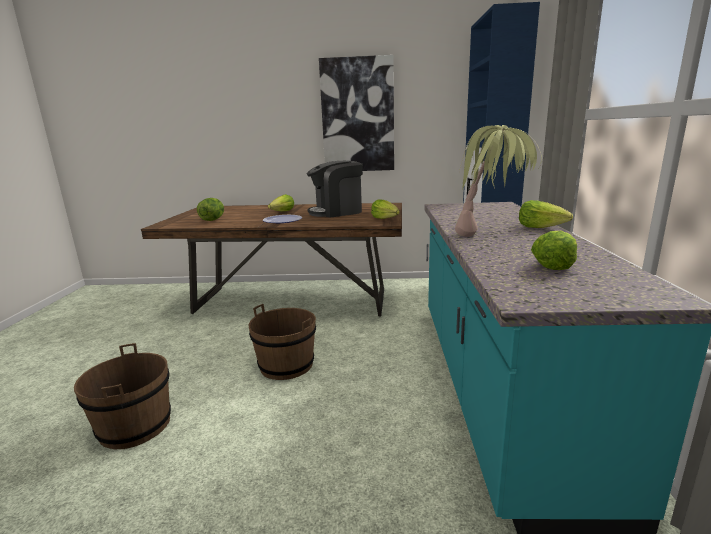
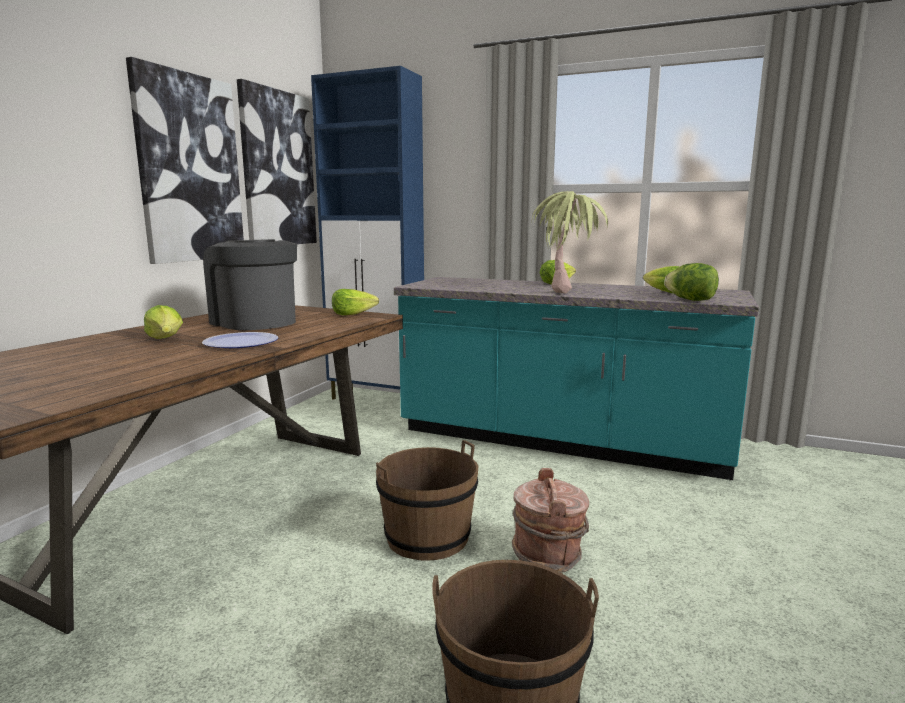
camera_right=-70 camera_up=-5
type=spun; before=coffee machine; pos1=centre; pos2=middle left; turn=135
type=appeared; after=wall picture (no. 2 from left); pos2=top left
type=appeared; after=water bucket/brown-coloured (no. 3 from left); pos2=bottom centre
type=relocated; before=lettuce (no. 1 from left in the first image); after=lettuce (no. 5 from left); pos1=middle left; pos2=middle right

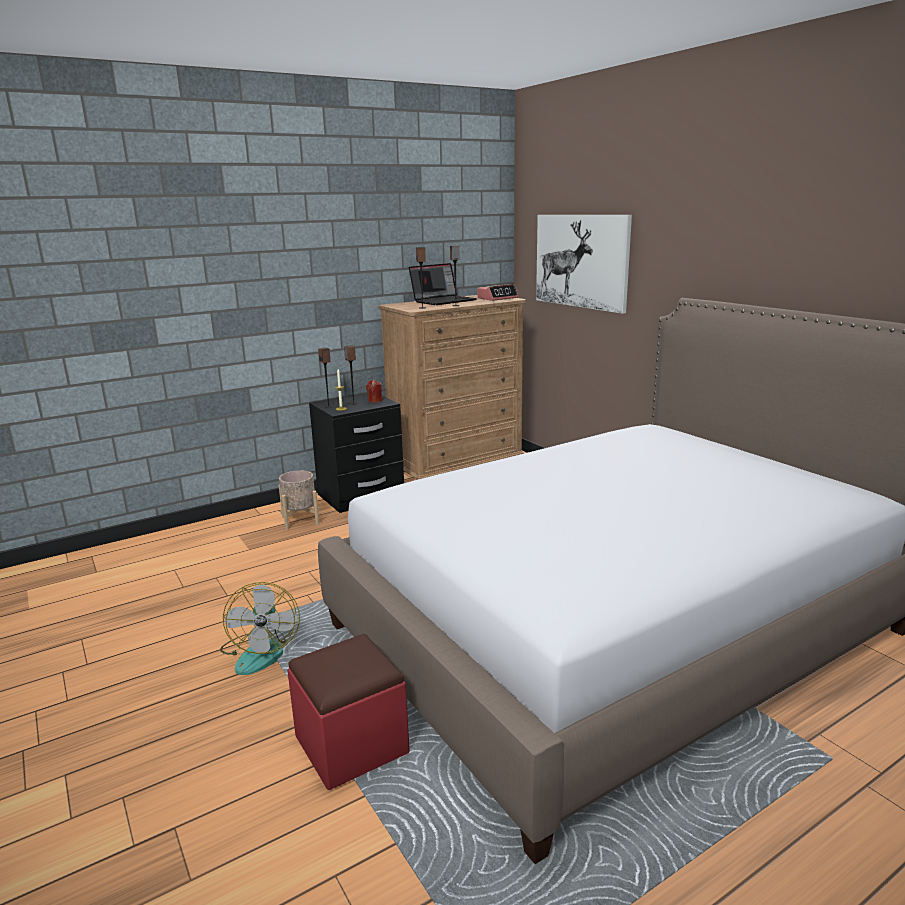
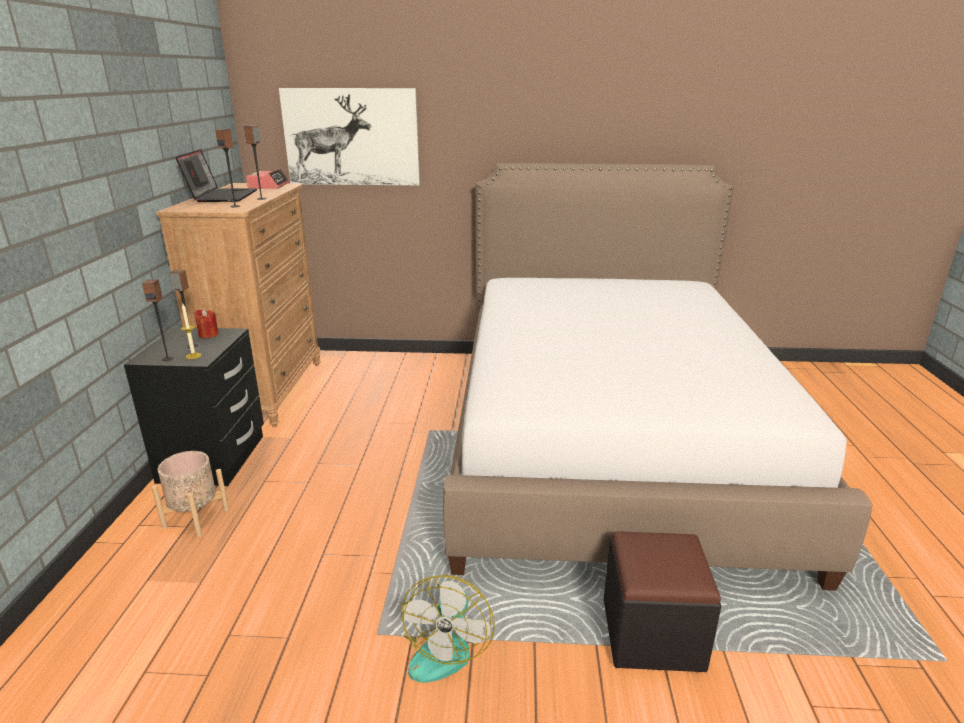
camera_right=-55 camera_up=5
type=spun; before=cooling fan; pos1=bottom left; pos2=bottom centre; turn=75
type=colour; before=footrest/reddish; after=footrest/black; pos1=bottom centre; pos2=bottom right

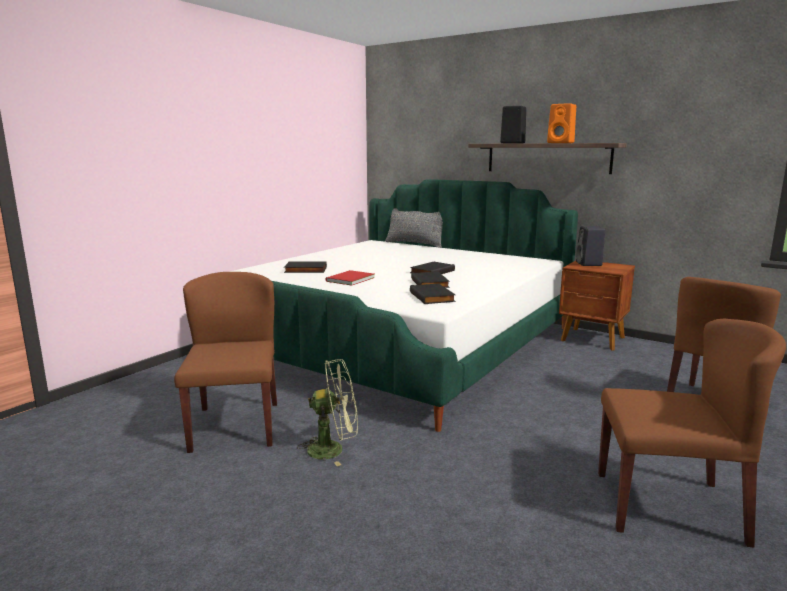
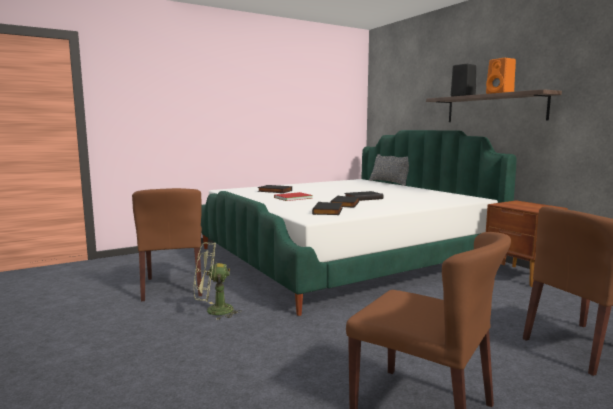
camera_right=25 camera_up=-5
type=spun; before=plain chair/brown-coloured (no. 1 from left); pos1=middle left; pos2=middle left; turn=150
type=spun; before=cooling fan/greenish; pos1=bottom centre; pos2=bottom centre; turn=150
type=missing; before=speaker/black (no. 2 from left); pos1=middle right

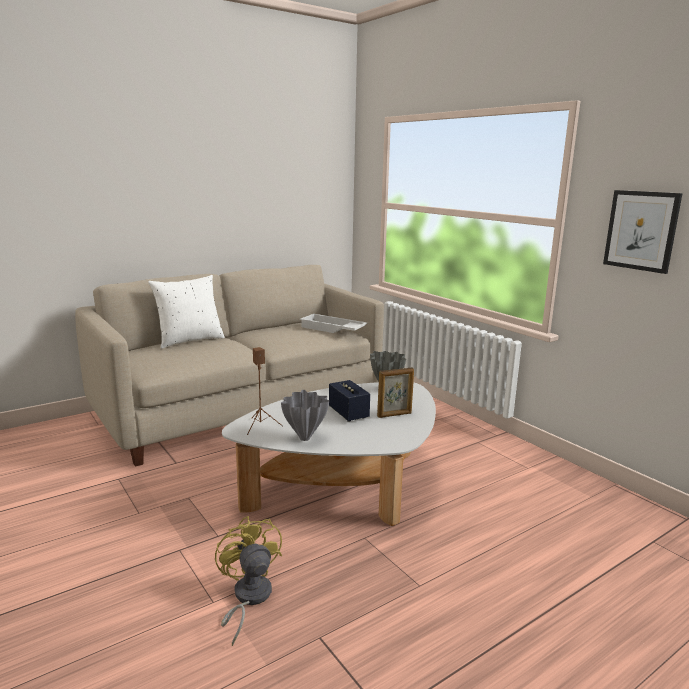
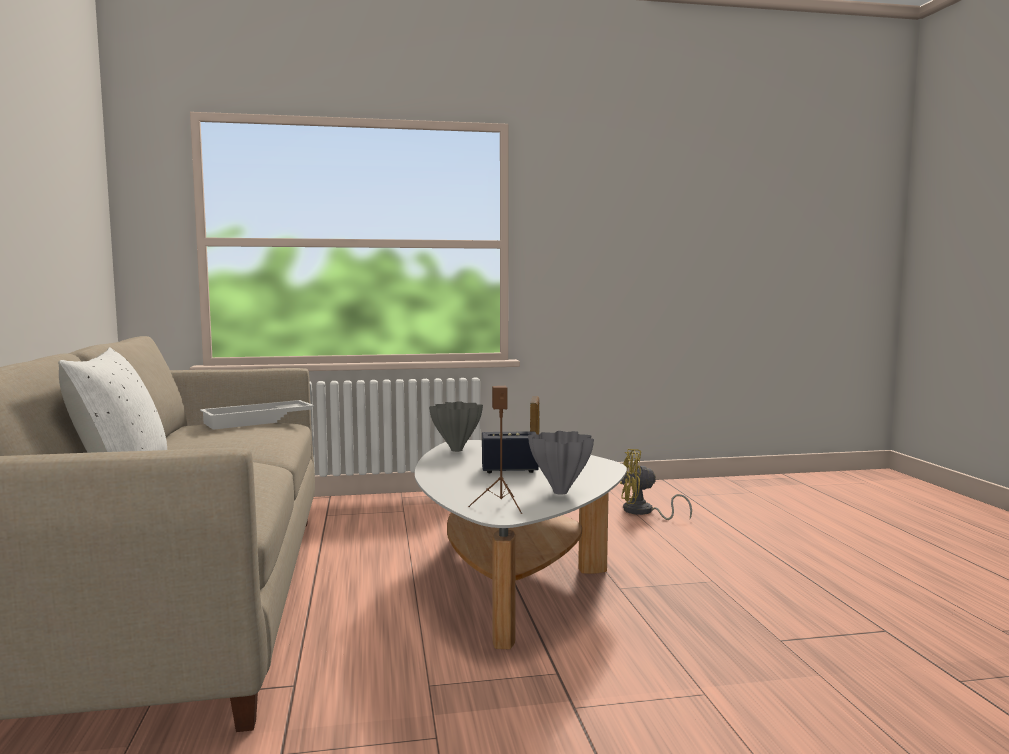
camera_right=-65 camera_up=-10
type=relocated; before=cooling fan/yellow; pos1=bottom centre; pos2=centre
type=missing; before=wall picture; pos1=middle right

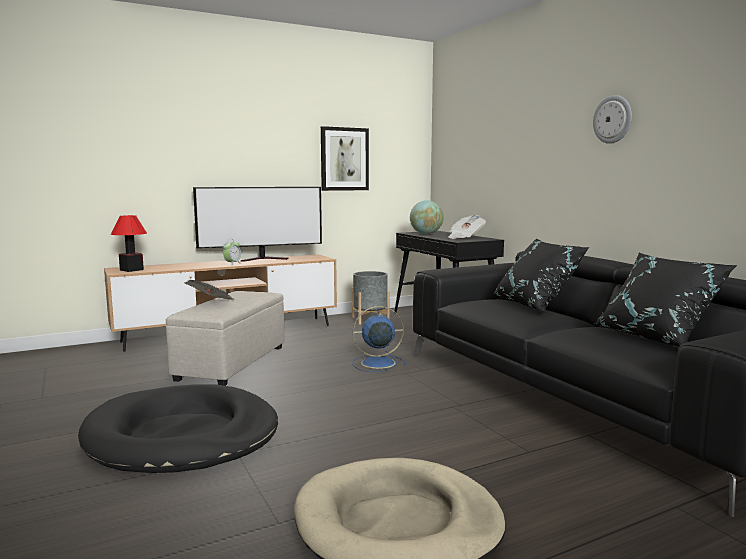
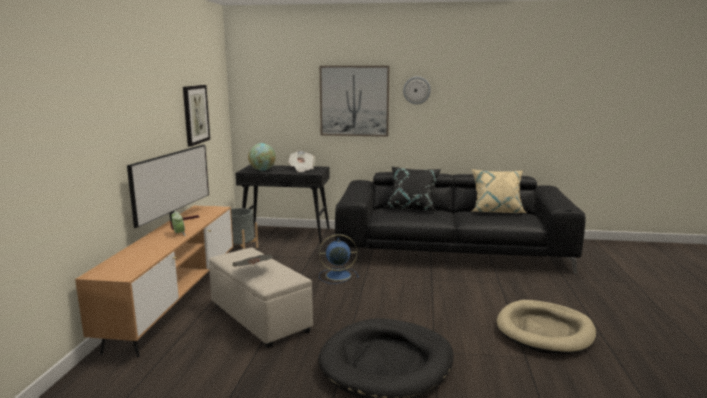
camera_right=-55 camera_up=5
type=spun; before=cooling fan/bluish; pos1=centre; pos2=centre; turn=60
type=appeared; after=wall picture (no. 2 from left); pos2=top centre
type=colour; before=cushion/black (no. 2 from left); after=cushion/sand-coloured; pos1=middle right; pos2=middle right
type=missing; before=lamp for a table; pos1=middle left

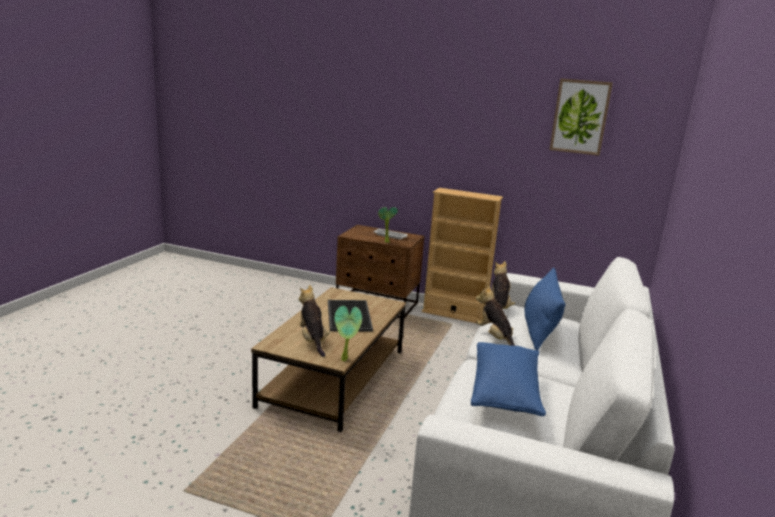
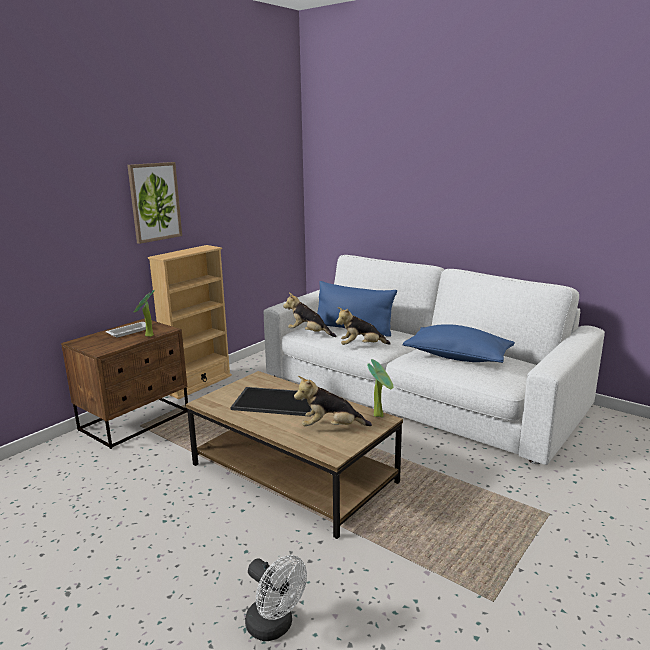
camera_right=-70 camera_up=0
type=relocated; before=wall picture; pos1=top right; pos2=top left
type=appeared; after=cooling fan/white; pos2=bottom centre

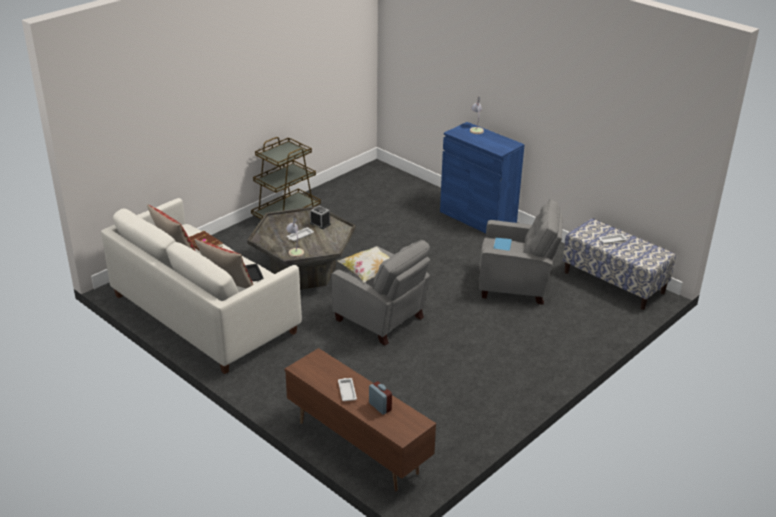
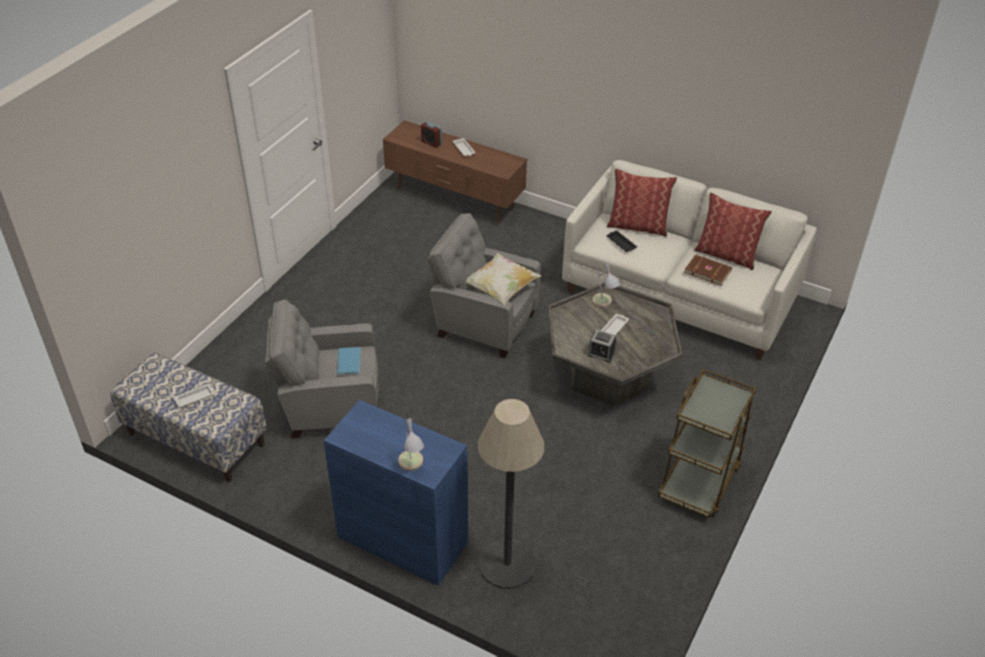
camera_right=165 camera_up=10
type=appeared; after=standing lamp; pos2=bottom centre

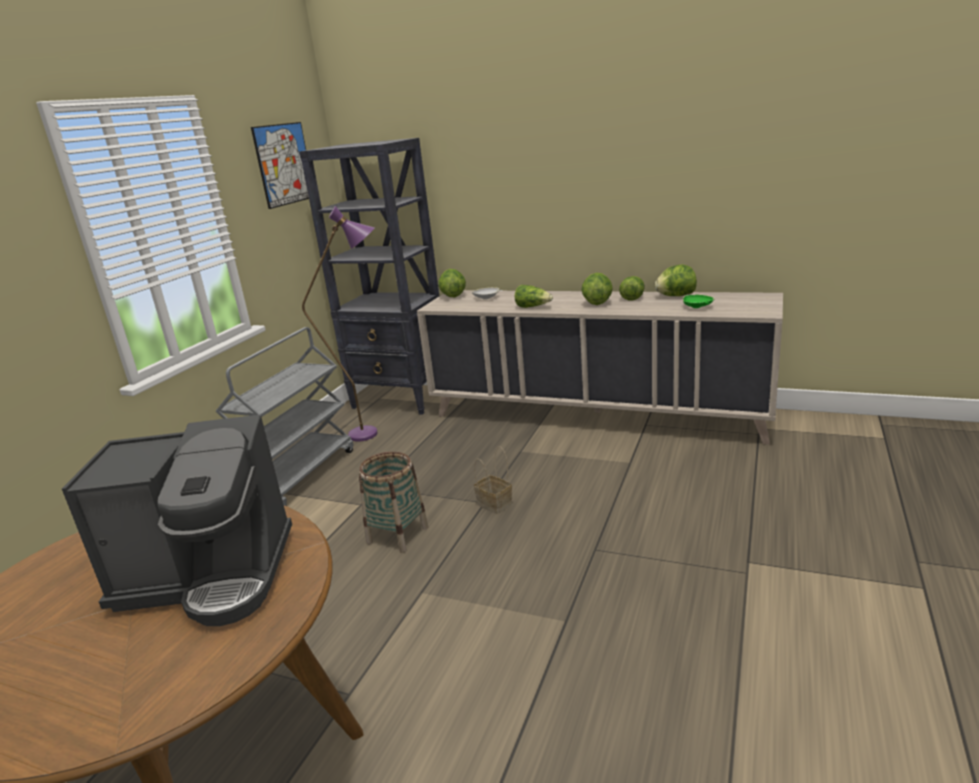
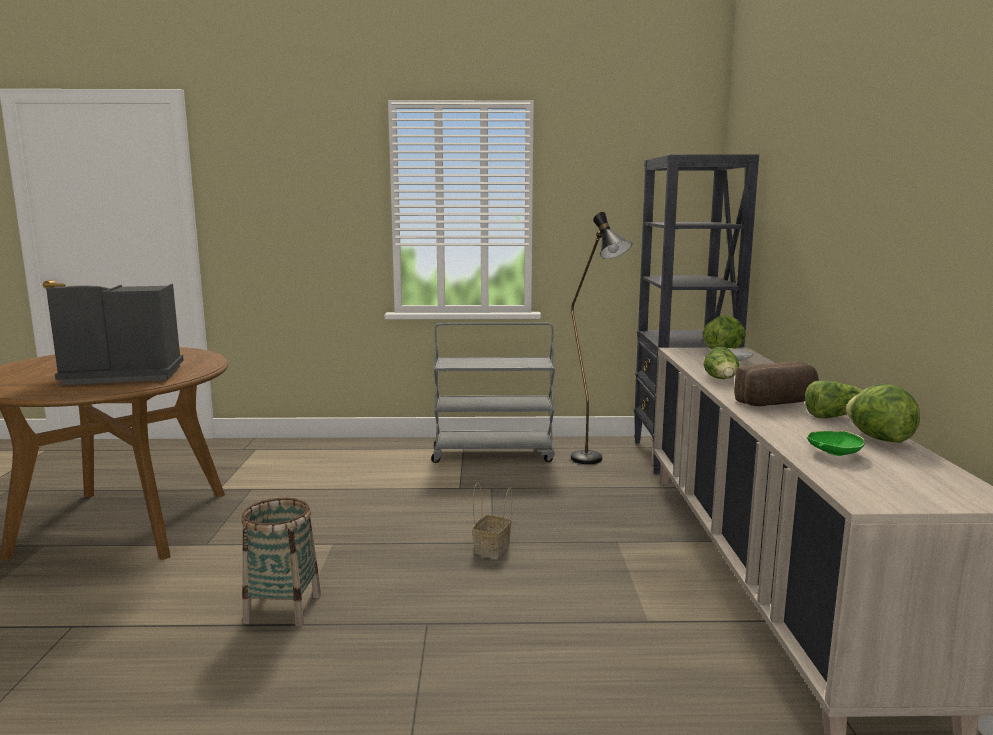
camera_right=65 camera_up=-10
type=spun; before=coffee machine; pos1=middle left; pos2=middle left; turn=105
type=relocated; before=household basket (no. 1 from left); pos1=centre; pos2=bottom left
type=colour; before=standing lamp/purple; after=standing lamp/black; pos1=centre; pos2=centre
type=exchanged; before=lettuce (no. 3 from left); after=baked bread; pos1=centre; pos2=middle right
type=missing; before=wall picture; pos1=top left

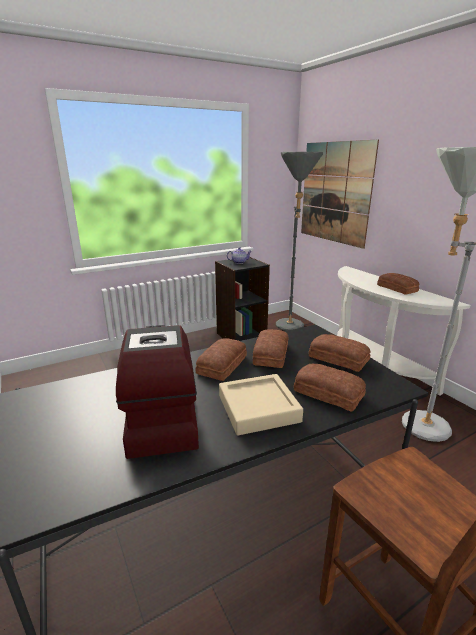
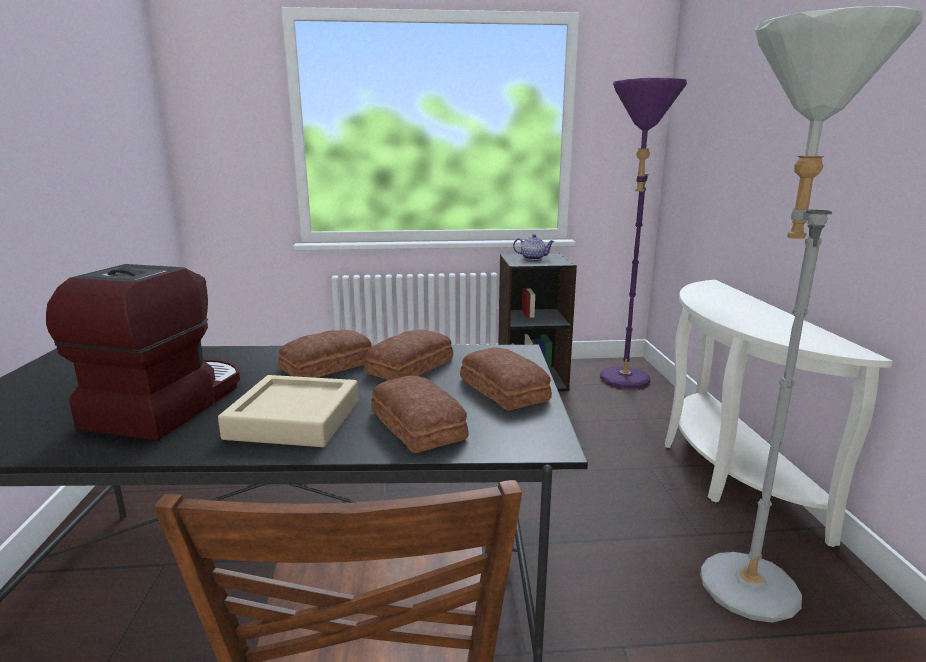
camera_right=25 camera_up=-5
type=colour; before=standing lamp/greyish (no. 1 from left); after=standing lamp/purple; pos1=centre; pos2=middle right
type=missing; before=wall picture; pos1=top right
type=missing; before=baked bread (no. 5 from left); pos1=middle right

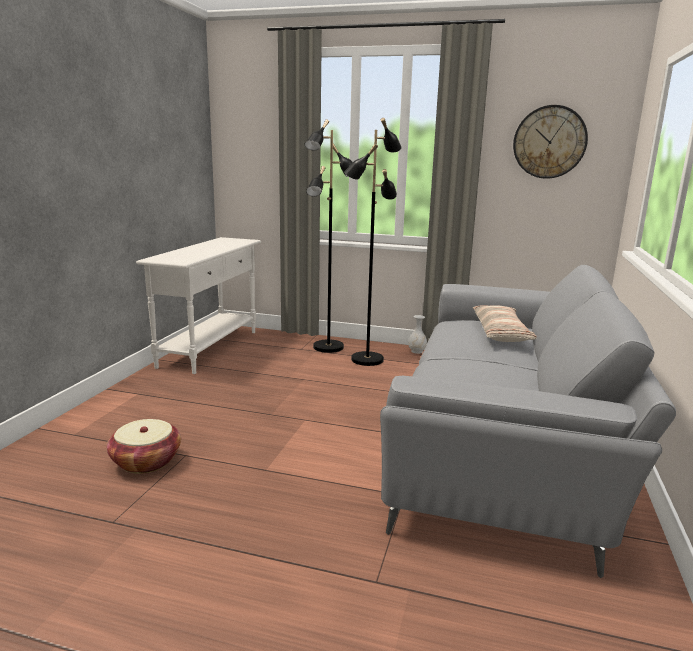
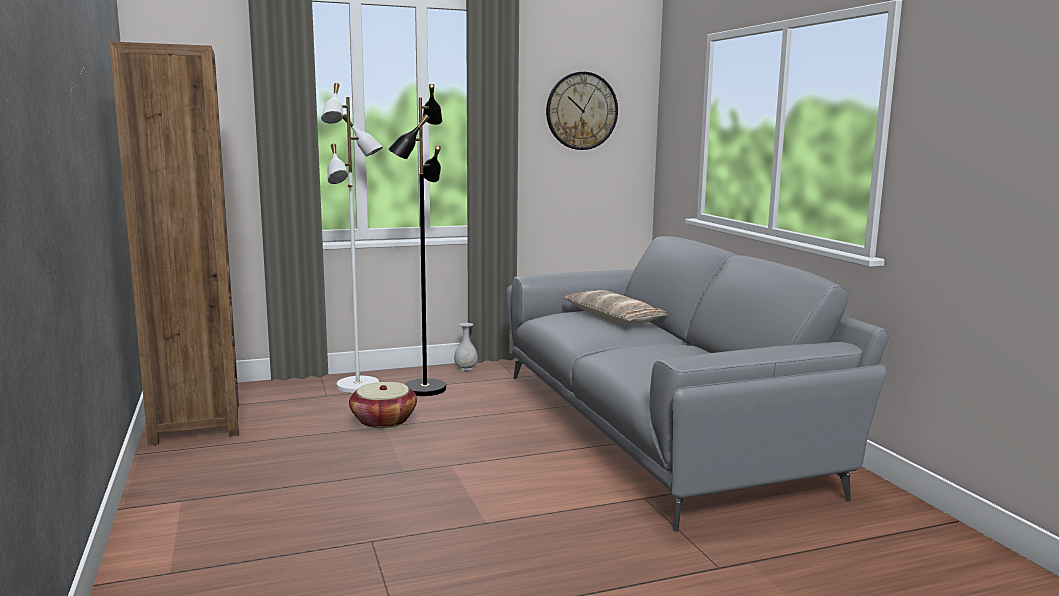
camera_right=-35 camera_up=-5
type=exchanged; before=narrow table/white; after=bookshelf/brown-coloured; pos1=middle left; pos2=middle left
type=colour; before=standing lamp/black (no. 1 from left); after=standing lamp/white; pos1=centre; pos2=middle left
type=relocated; before=household basket; pos1=bottom left; pos2=bottom centre

